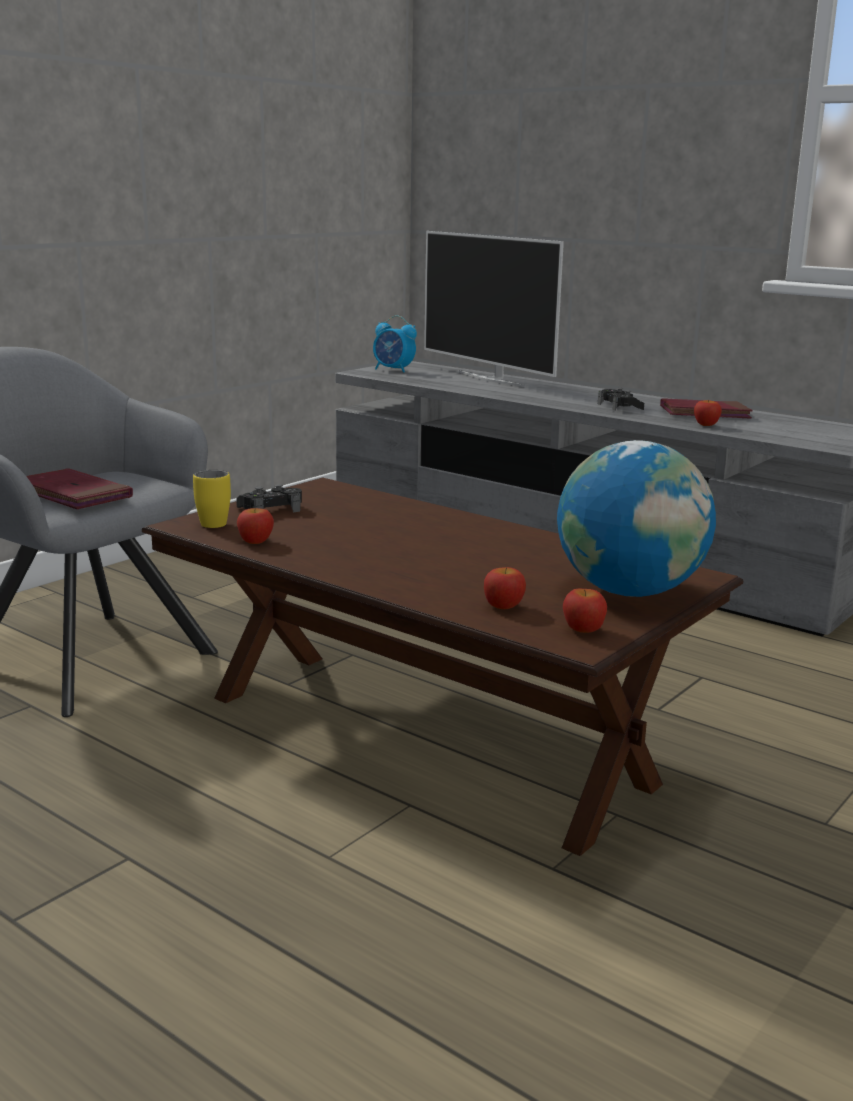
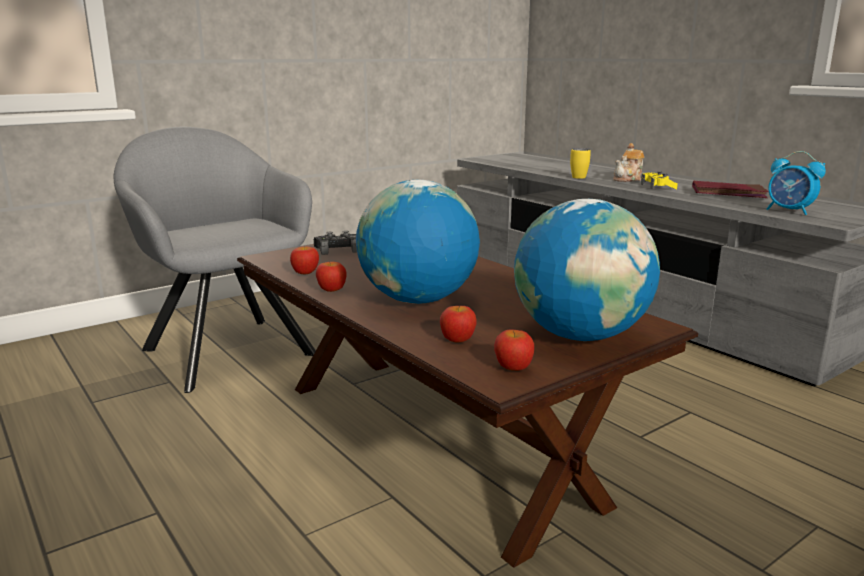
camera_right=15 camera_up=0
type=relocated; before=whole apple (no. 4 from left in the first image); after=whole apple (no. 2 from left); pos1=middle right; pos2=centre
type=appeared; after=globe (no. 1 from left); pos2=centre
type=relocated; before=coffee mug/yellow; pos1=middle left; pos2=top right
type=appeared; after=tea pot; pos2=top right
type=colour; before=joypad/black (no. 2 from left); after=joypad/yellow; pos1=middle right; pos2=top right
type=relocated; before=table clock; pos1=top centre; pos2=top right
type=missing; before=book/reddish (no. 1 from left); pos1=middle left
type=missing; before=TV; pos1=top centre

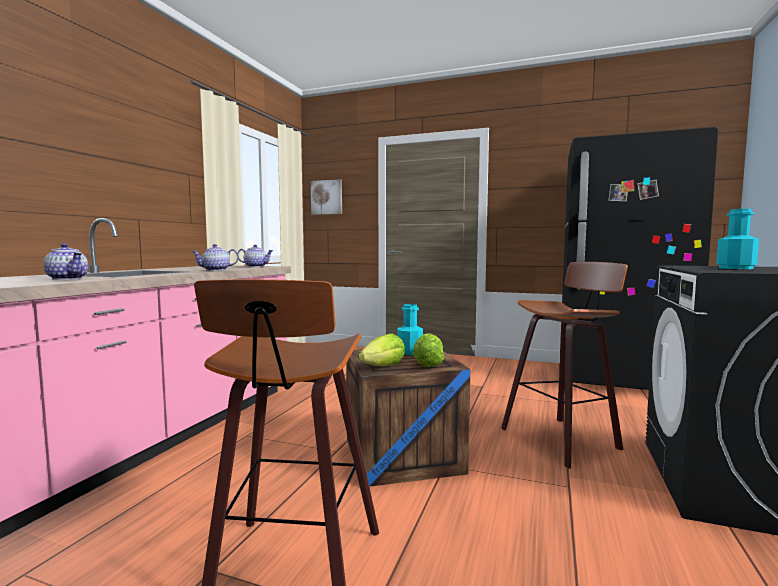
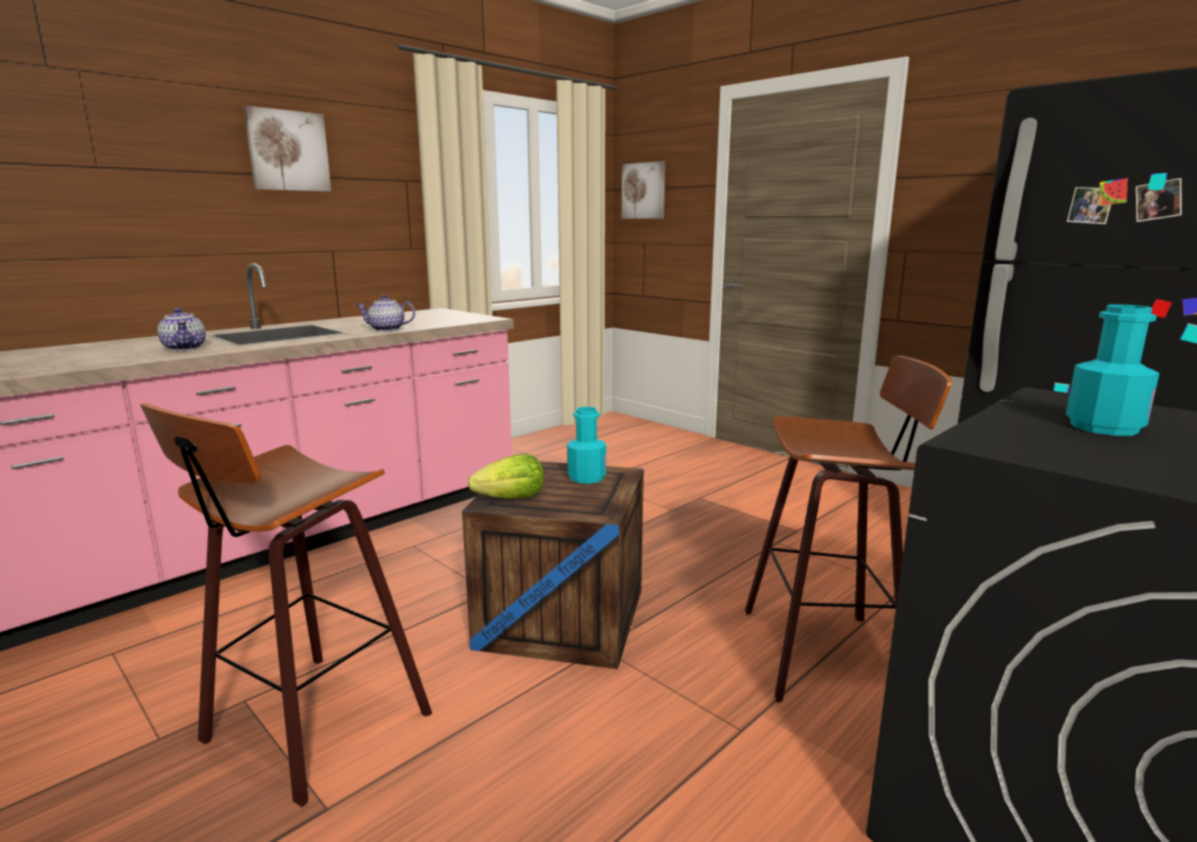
camera_right=25 camera_up=10
type=appeared; after=wall picture (no. 1 from left); pos2=top left
type=missing; before=tea pot (no. 3 from left); pos1=middle left
type=missing; before=lettuce (no. 2 from left); pos1=centre

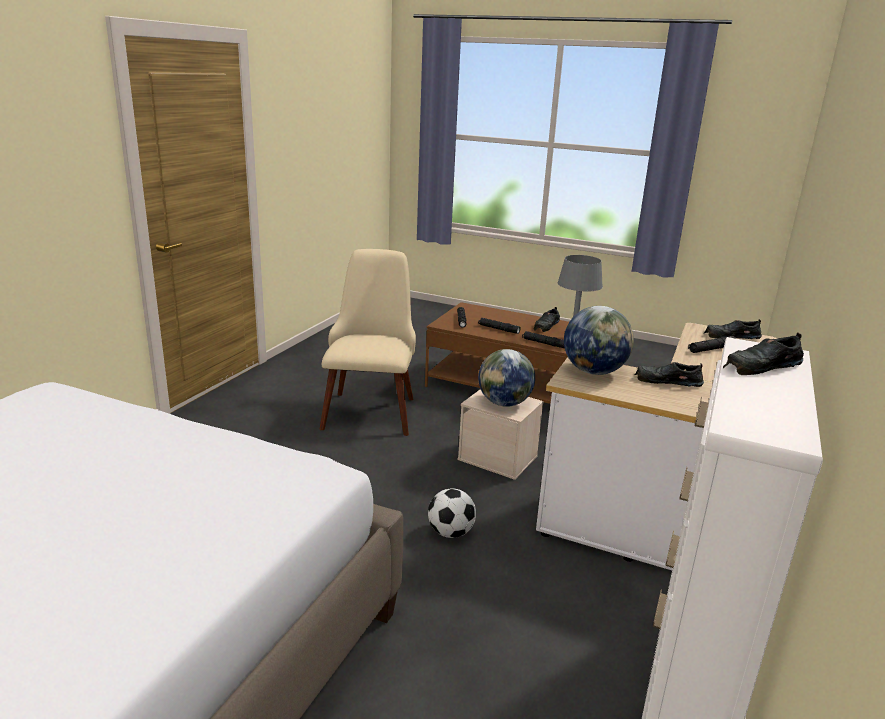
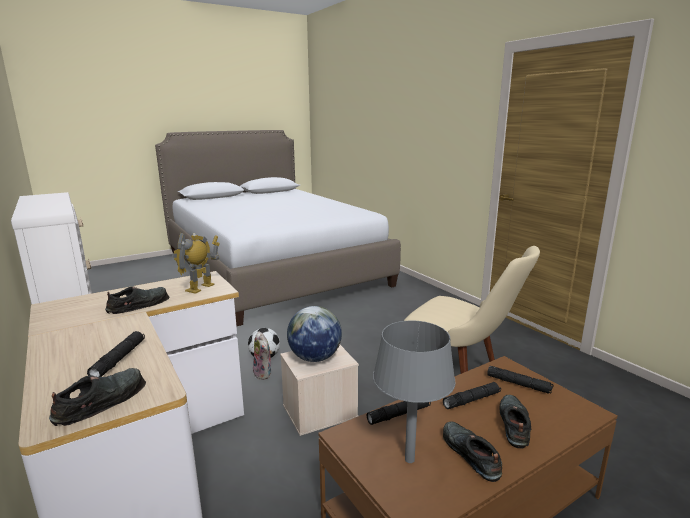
camera_right=125 camera_up=-5
type=exchanged; before=globe (no. 2 from left); after=robot figure; pos1=middle right; pos2=middle left
type=appeared; after=plush toy; pos2=bottom centre
type=relocated; before=item of footwear/black (no. 4 from left); pos1=middle right; pos2=bottom right

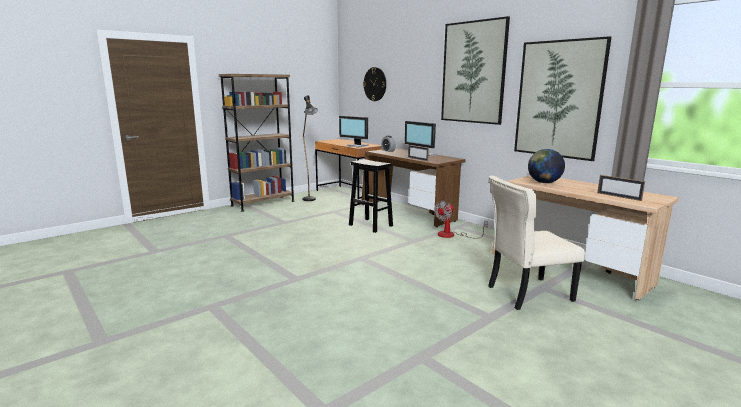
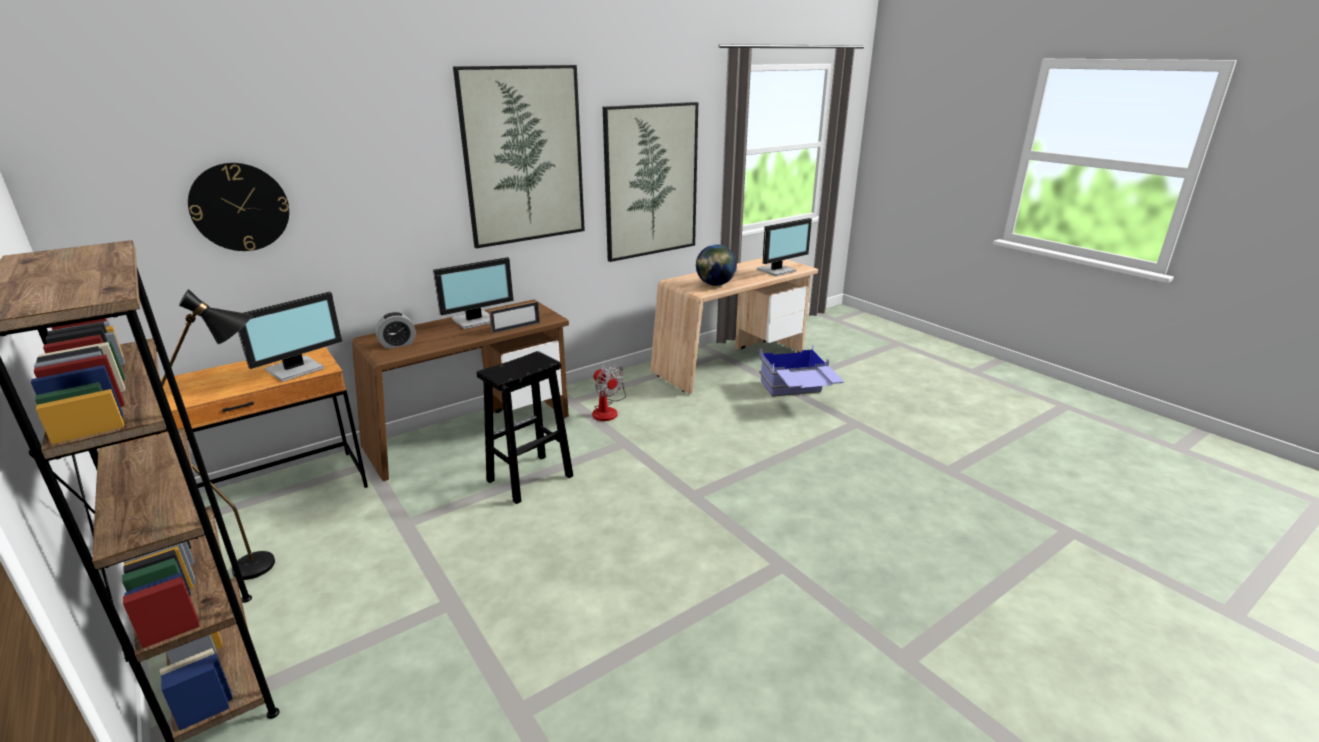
camera_right=-85 camera_up=10
type=exchanged; before=picture frame (no. 2 from left); after=computer display (no. 3 from left); pos1=middle right; pos2=top centre
type=exchanged; before=plain chair/sand-coloured; after=storage bin/bluish; pos1=middle right; pos2=centre

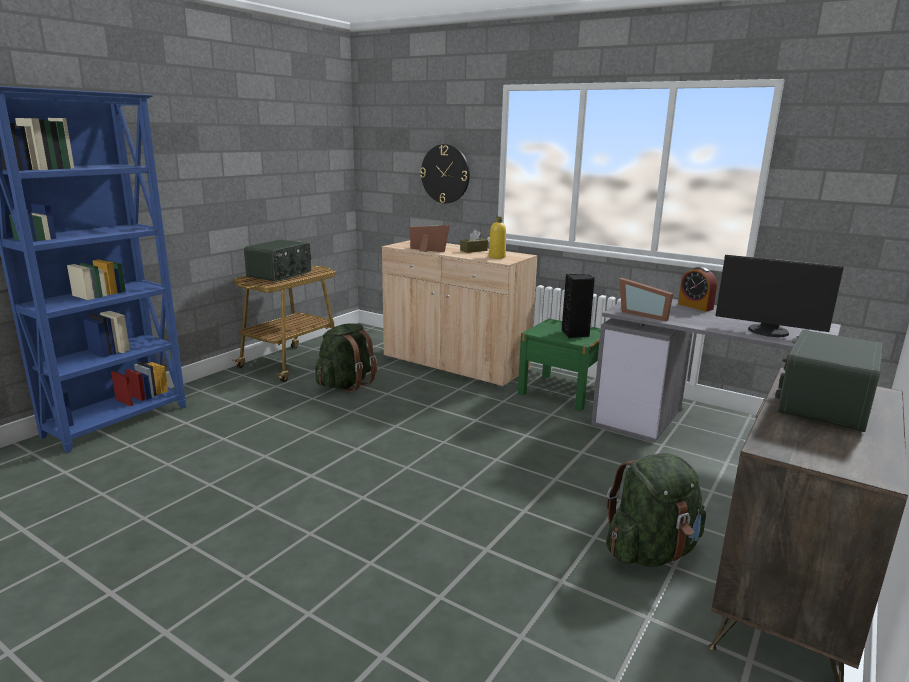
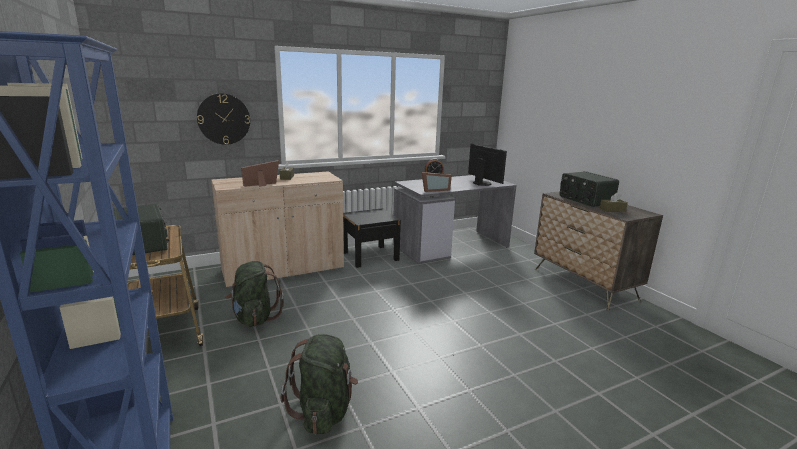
camera_right=-60 camera_up=0
type=relocated; before=rucksack/greenish (no. 2 from left); pos1=bottom right; pos2=bottom centre
type=colour; before=nightstand/greenish; after=nightstand/black; pos1=centre; pos2=centre
type=spun; before=computer display; pos1=middle right; pos2=centre; turn=-90
type=appeared; after=tissue box/brown-coloured (no. 2 from left); pos2=middle right
type=missing; before=drink bottle/yellow; pos1=centre
type=missing; before=speaker/black; pos1=centre

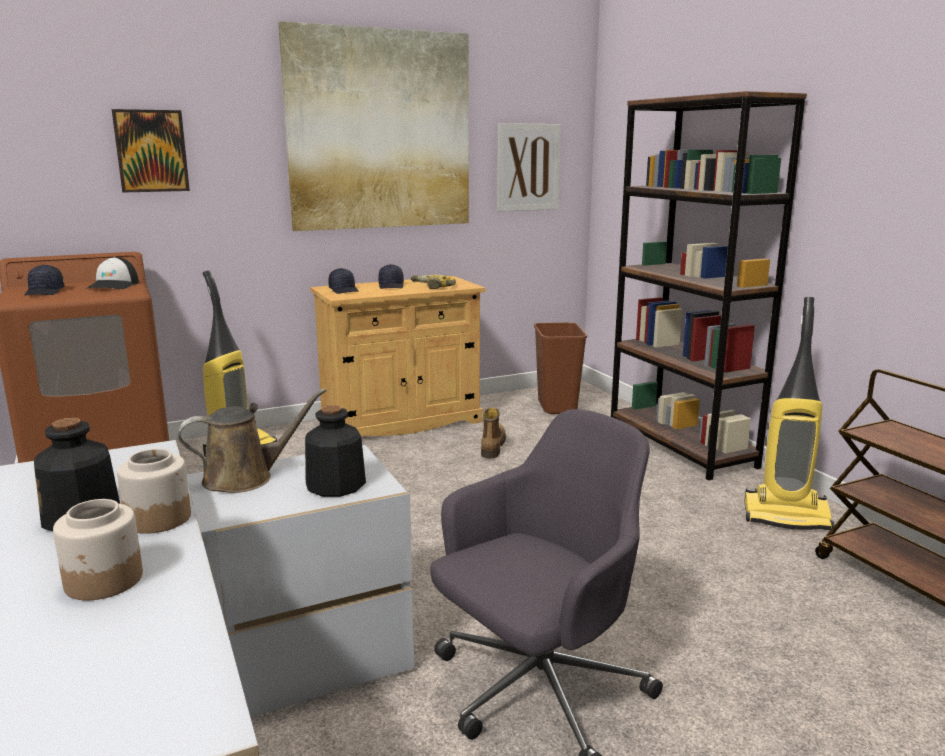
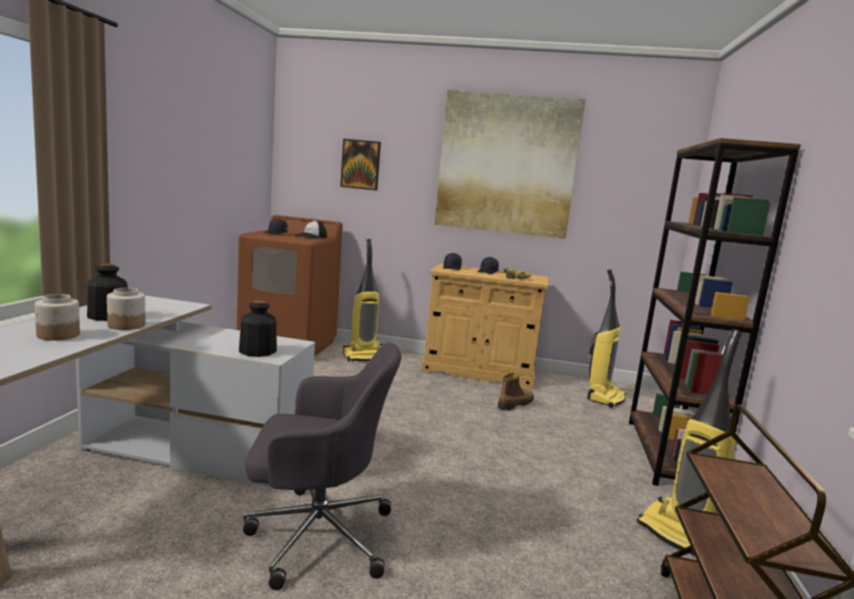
camera_right=35 camera_up=-5
type=exchanged; before=rubbish bin/brown-coloured; after=hoover (no. 2 from left); pos1=centre; pos2=middle right
type=missing; before=sprinkling can/brown-coloured; pos1=middle left
type=missing; before=wall picture (no. 3 from left); pos1=top centre

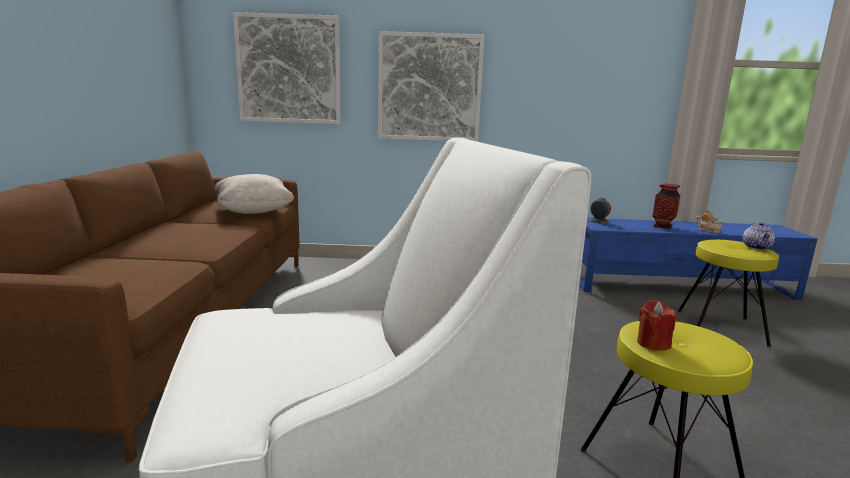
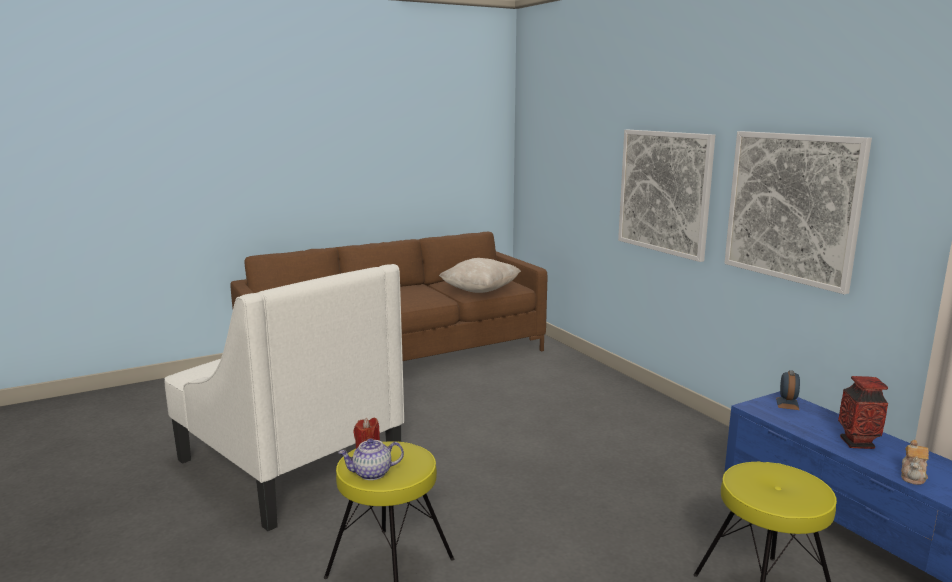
camera_right=60 camera_up=0
type=relocated; before=tea pot (no. 2 from left in the first image); after=tea pot (no. 1 from left); pos1=middle right; pos2=bottom centre
type=relocated; before=wall picture (no. 1 from left in the first image); after=wall picture (no. 2 from left); pos1=top centre; pos2=middle right

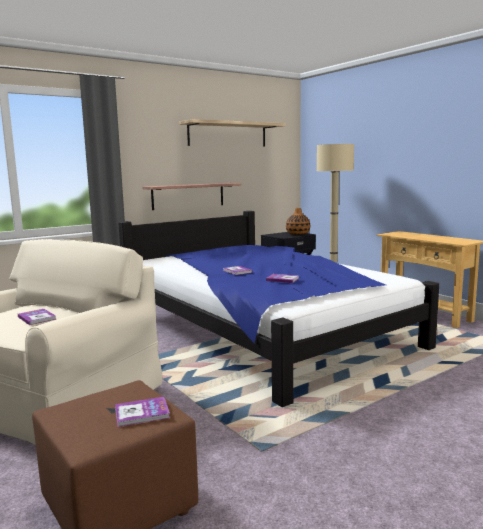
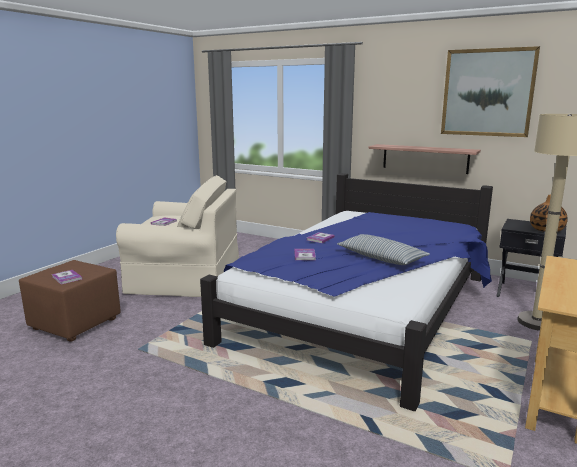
camera_right=65 camera_up=5
type=appeared; after=cushion; pos2=centre
type=exchanged; before=wall shelf (no. 2 from left); after=wall picture; pos1=top centre; pos2=top right

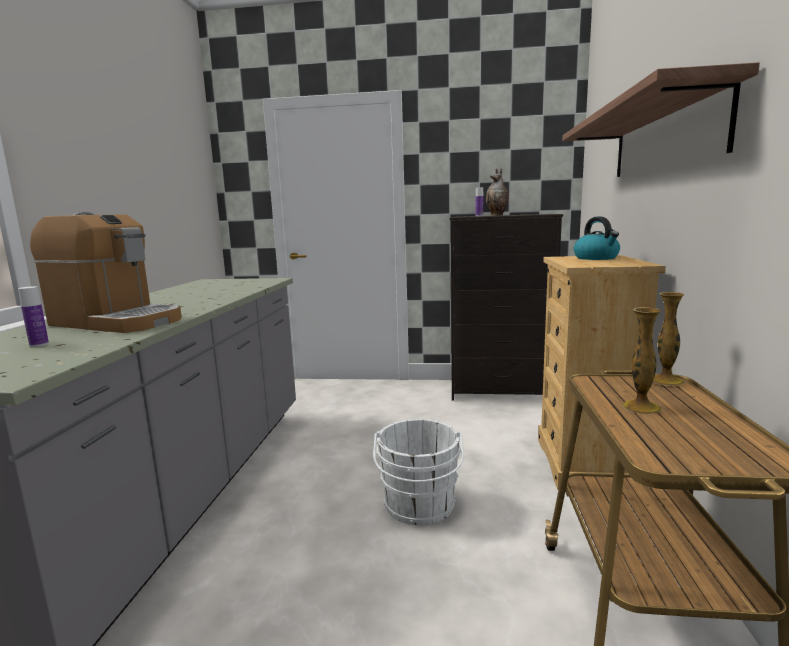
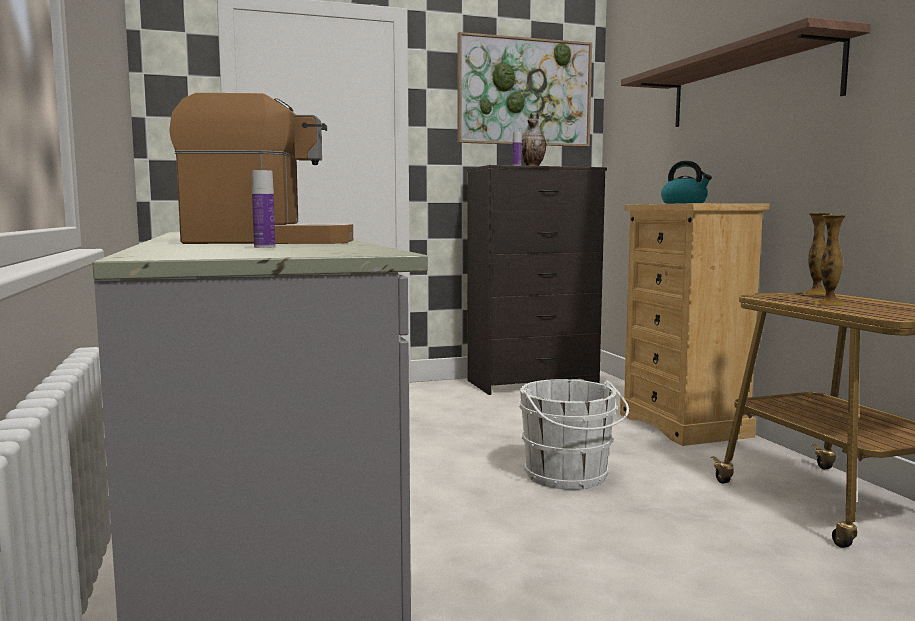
camera_right=-25 camera_up=-5
type=appeared; after=wall picture; pos2=top centre

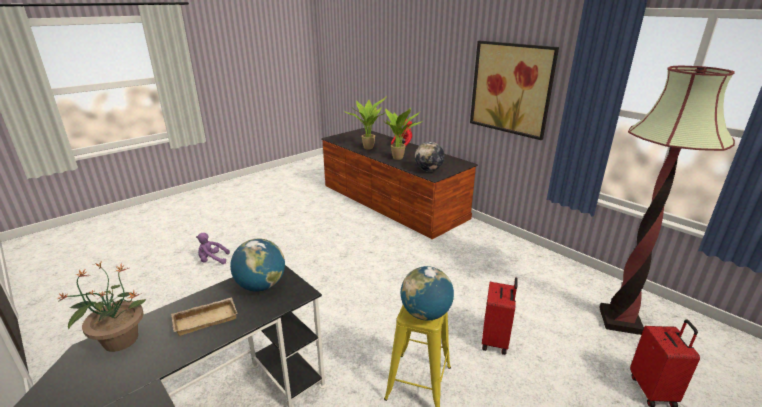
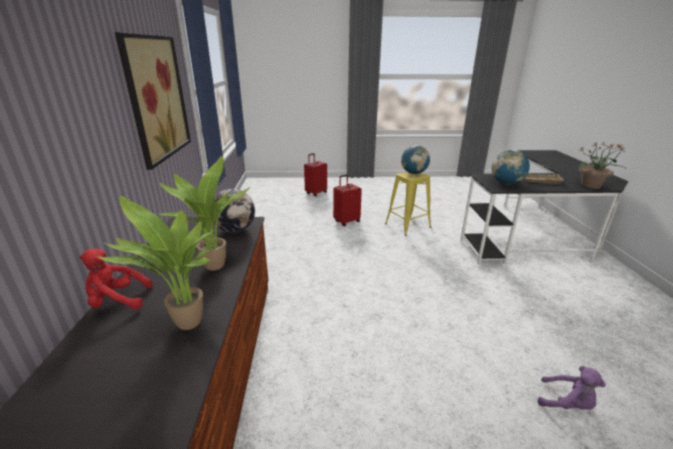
camera_right=-140 camera_up=0
type=missing; before=standing lamp; pos1=middle right

